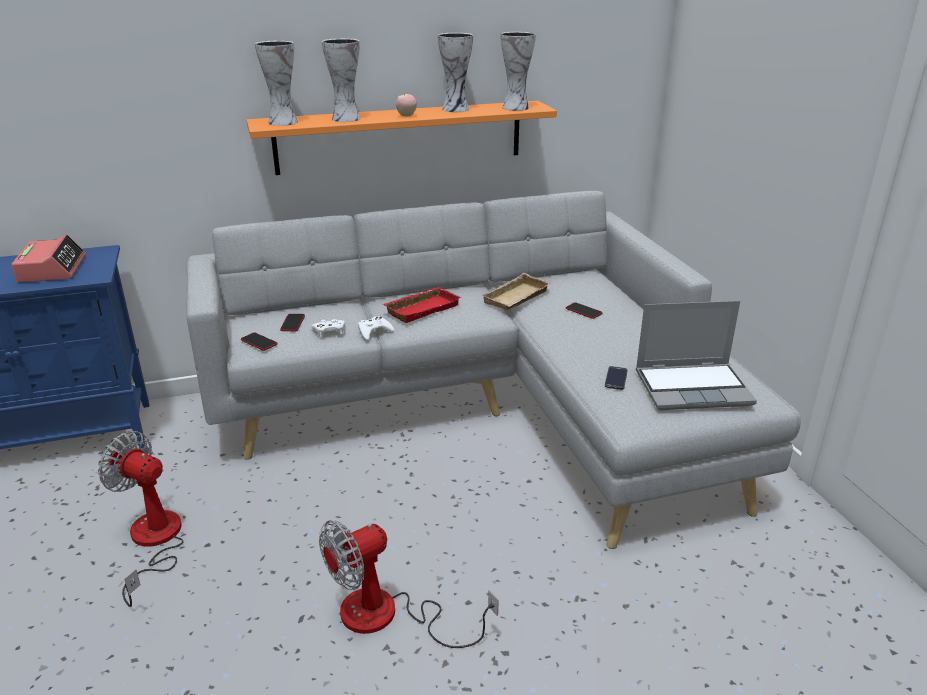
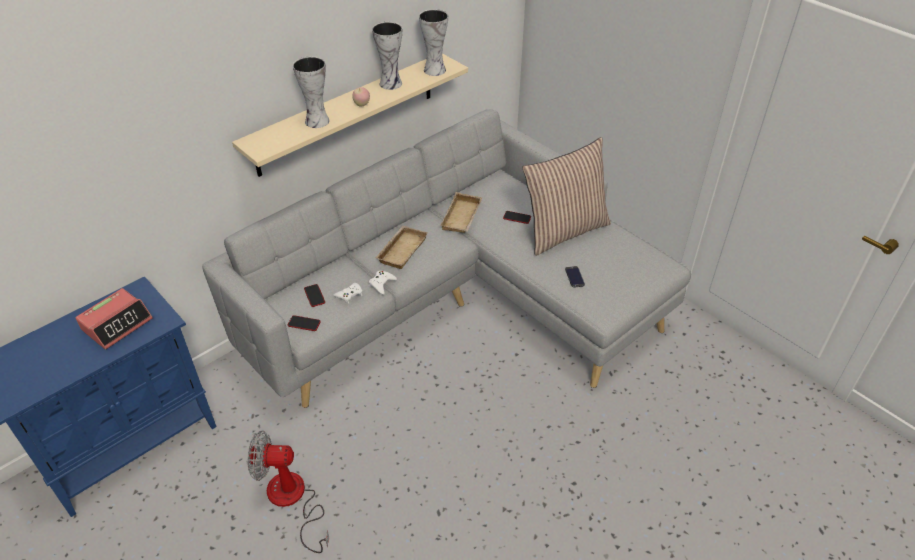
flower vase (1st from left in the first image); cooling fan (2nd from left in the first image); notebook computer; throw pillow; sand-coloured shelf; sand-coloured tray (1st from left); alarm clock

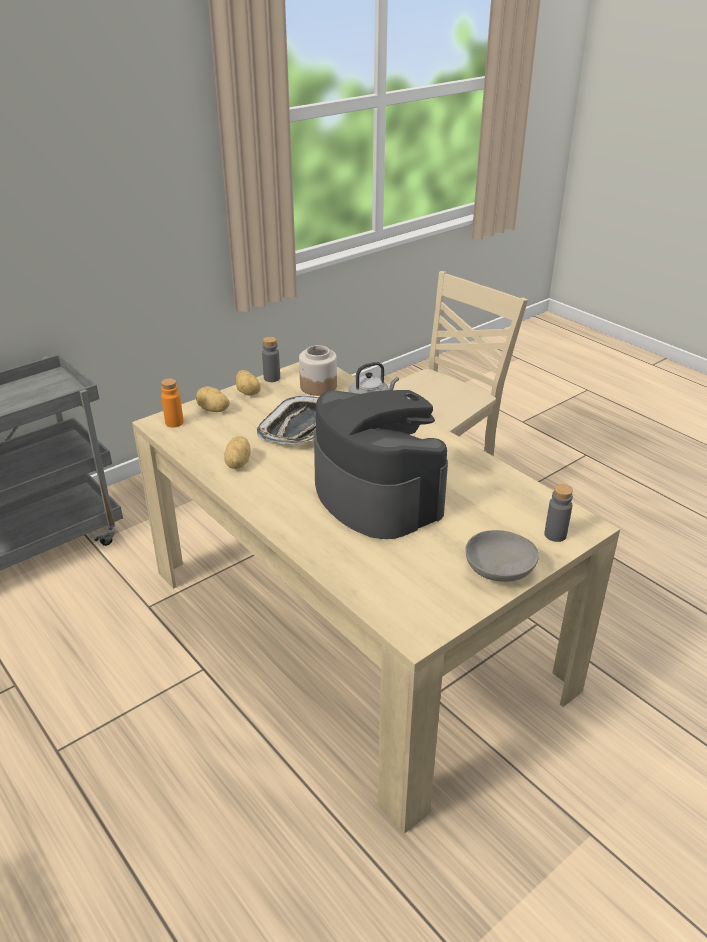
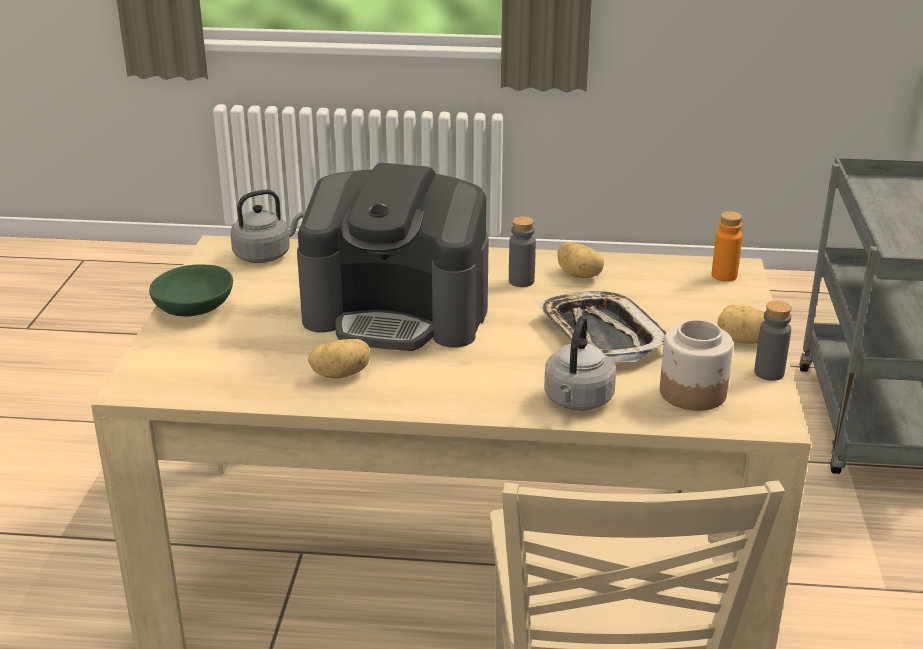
grey tea kettle (1st from left); spud (1st from left); grey bottle (1st from left); green-coloured serving bowl

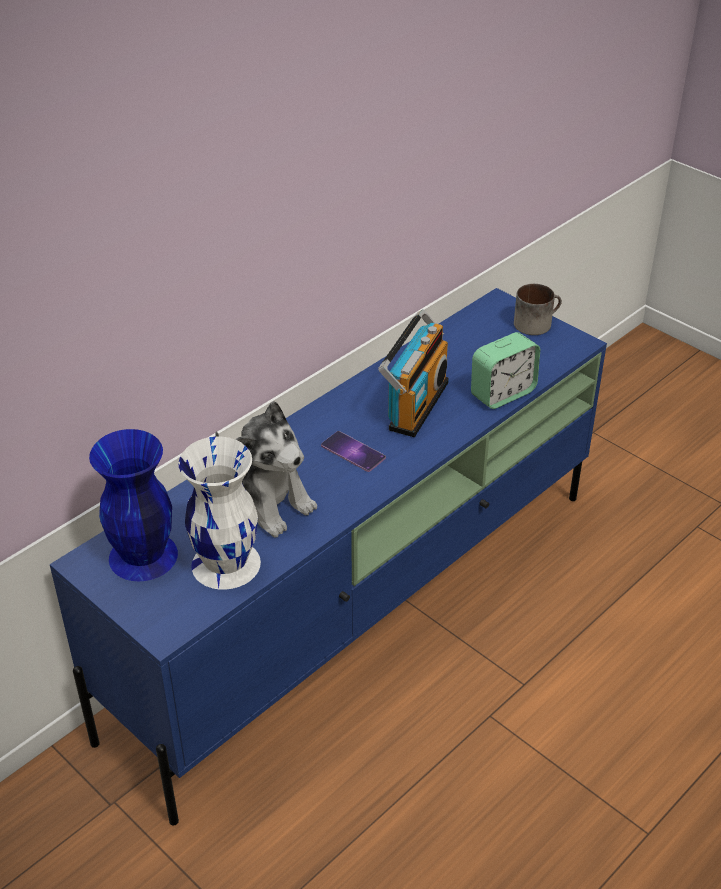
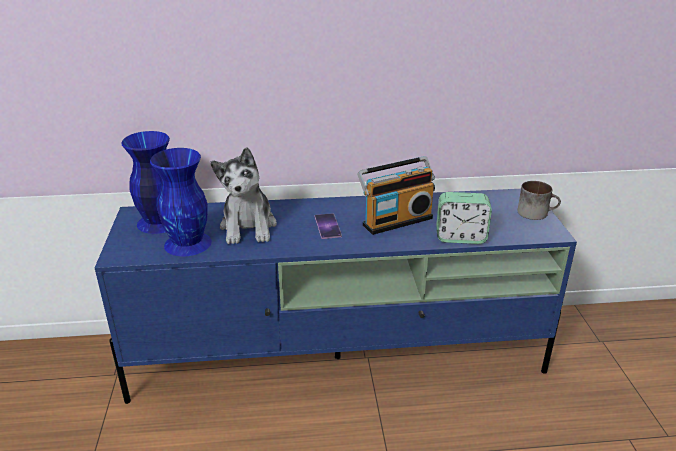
bluish flower vase (2nd from left)

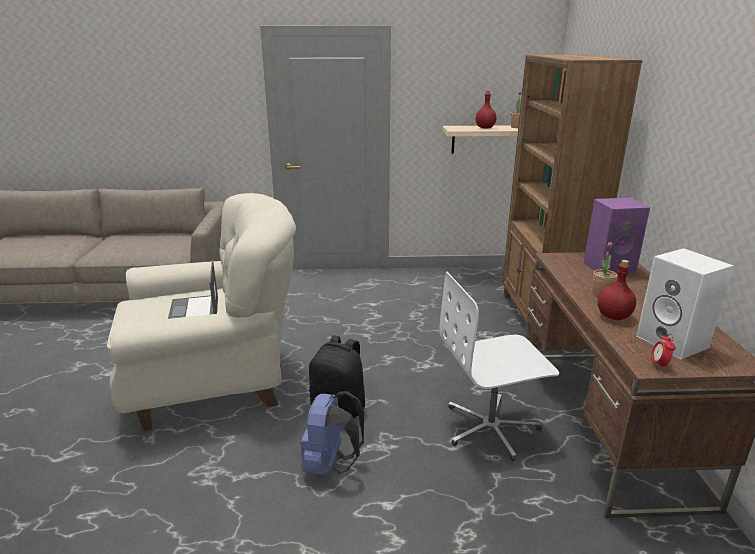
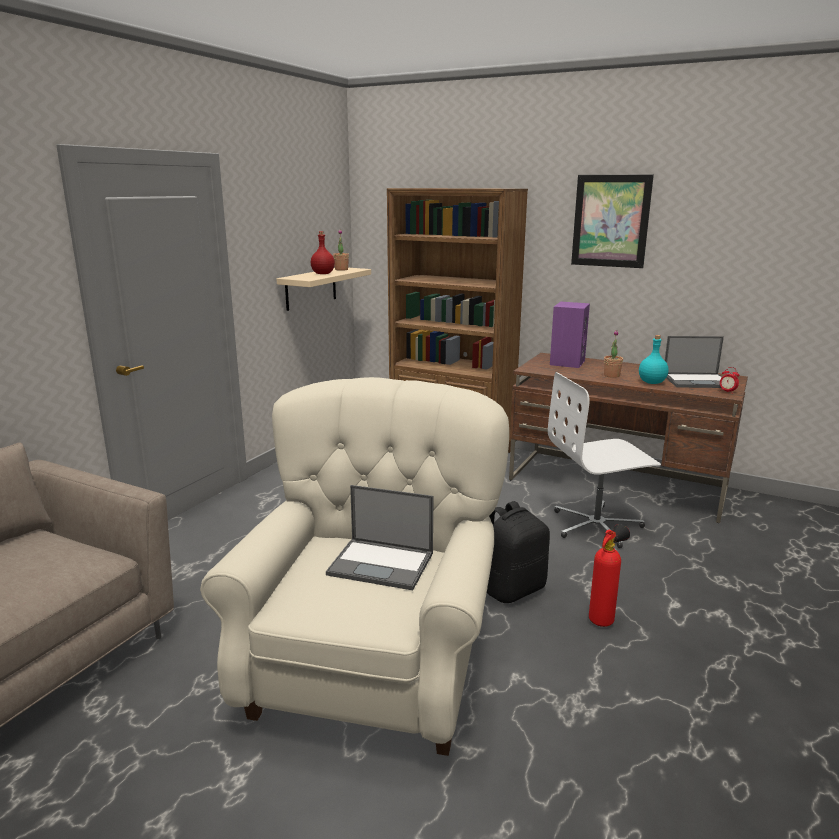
picture; extinguisher; notebook computer (2nd from left); blue-green bottle; white office chair

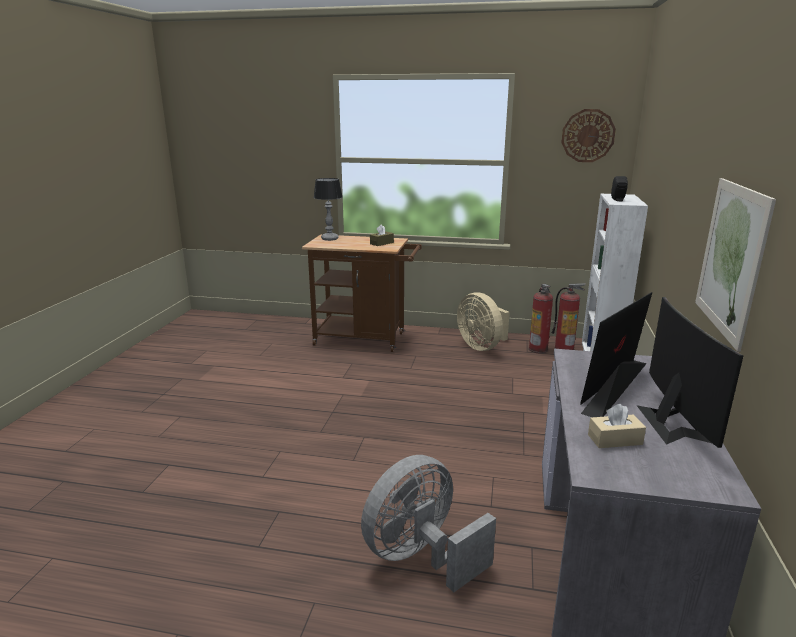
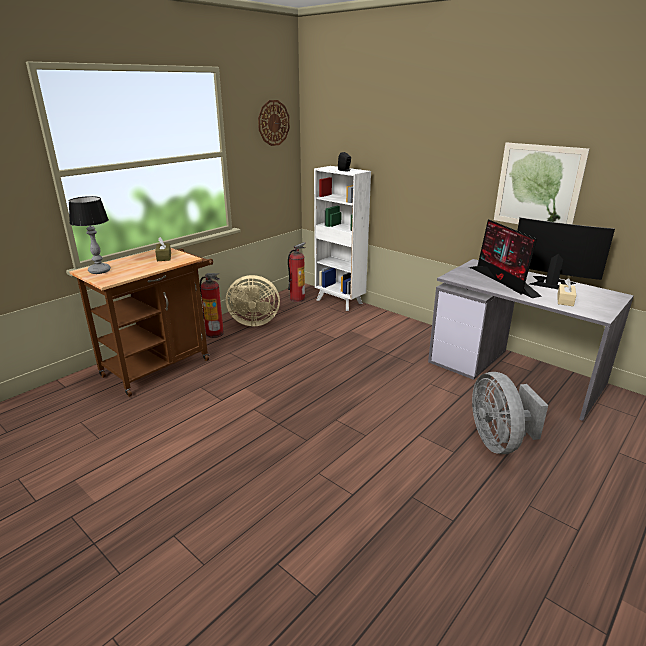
extinguisher (1st from left)

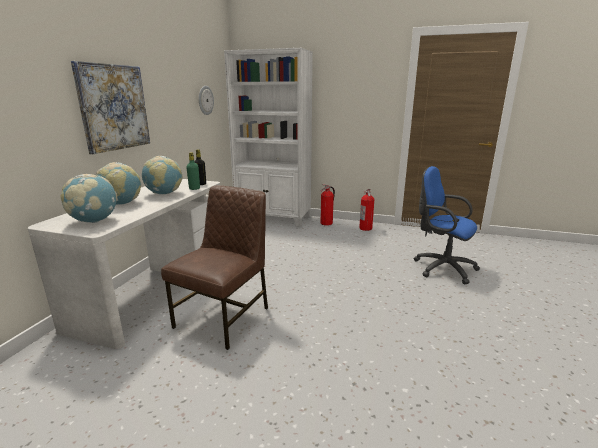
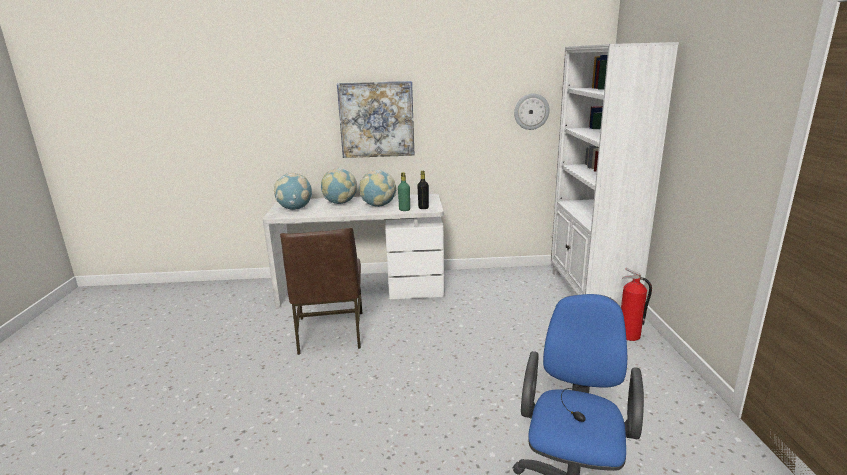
extinguisher (2nd from left in the first image); brown chair

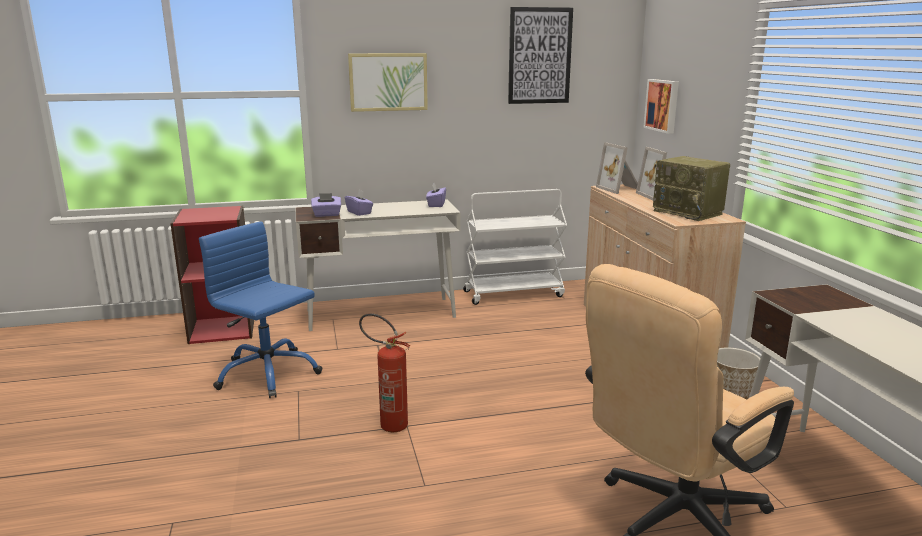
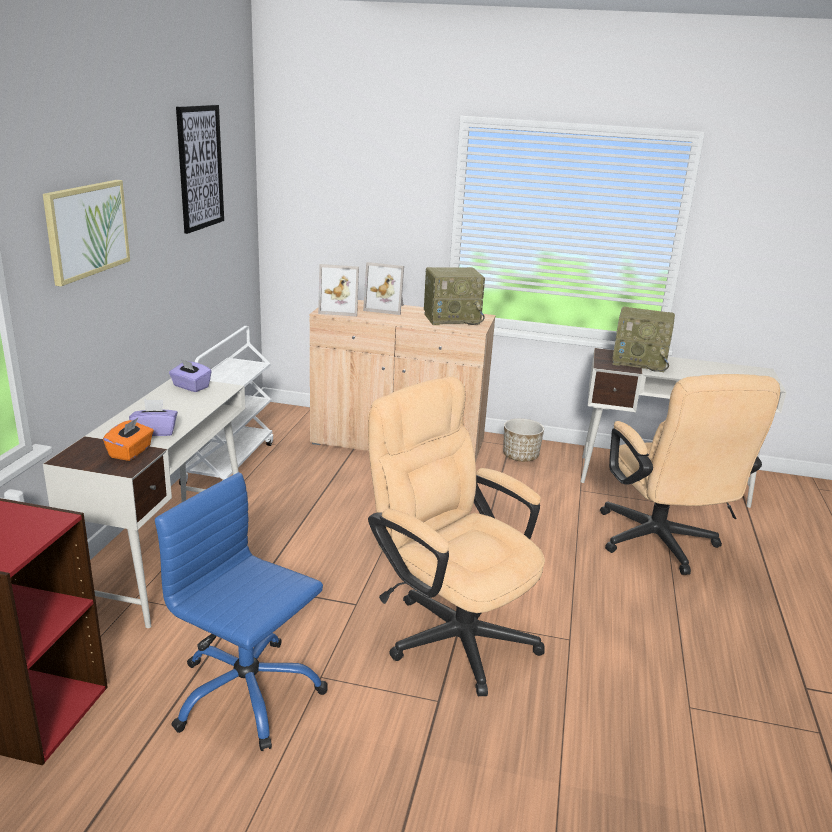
picture (3rd from left in the first image); radio set (2nd from left); sand-coloured office chair (1st from left); orangey tissue holder; bluish office chair

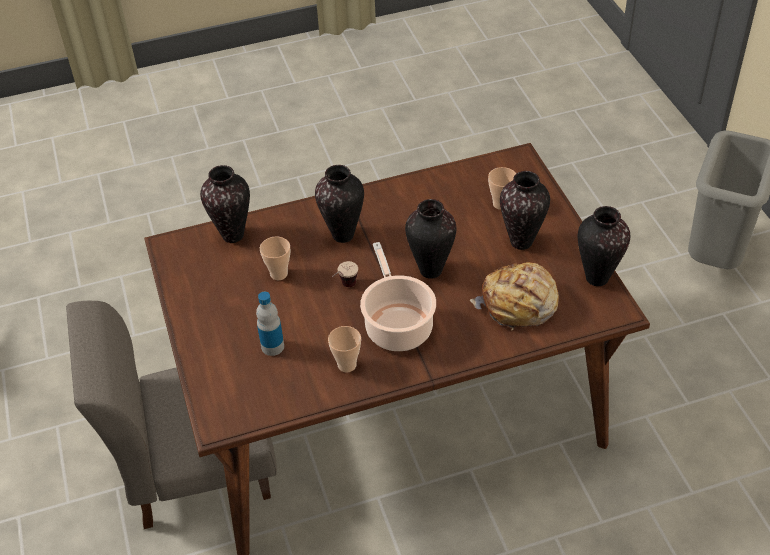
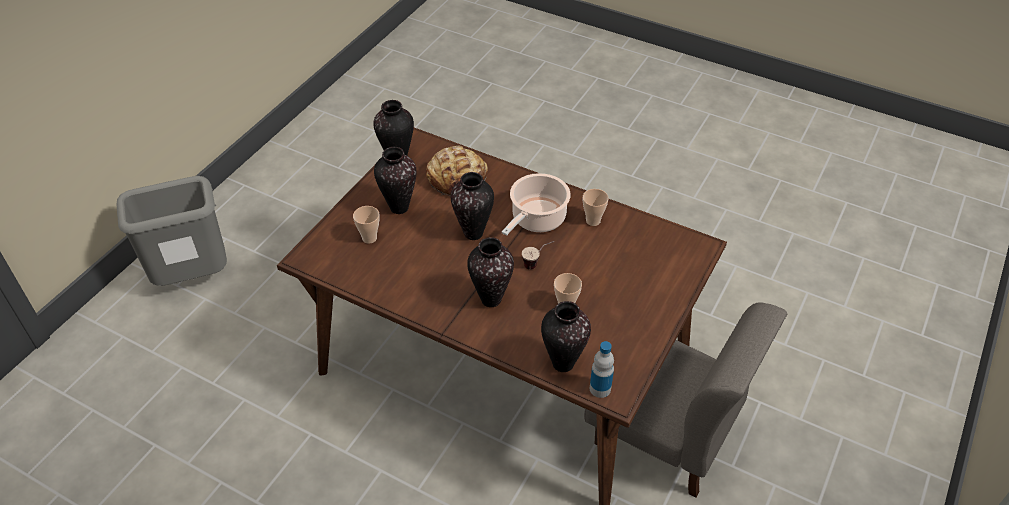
bottle

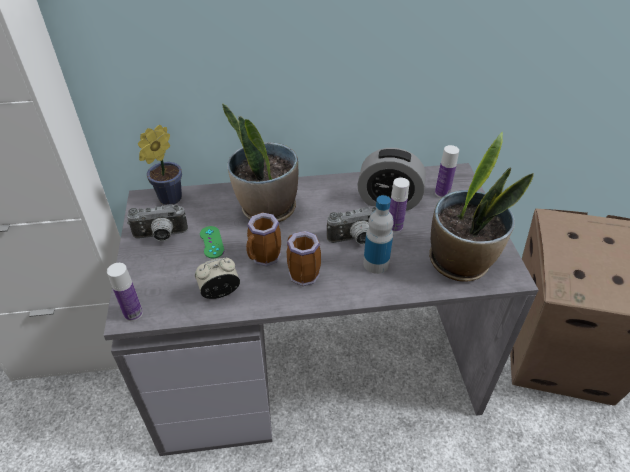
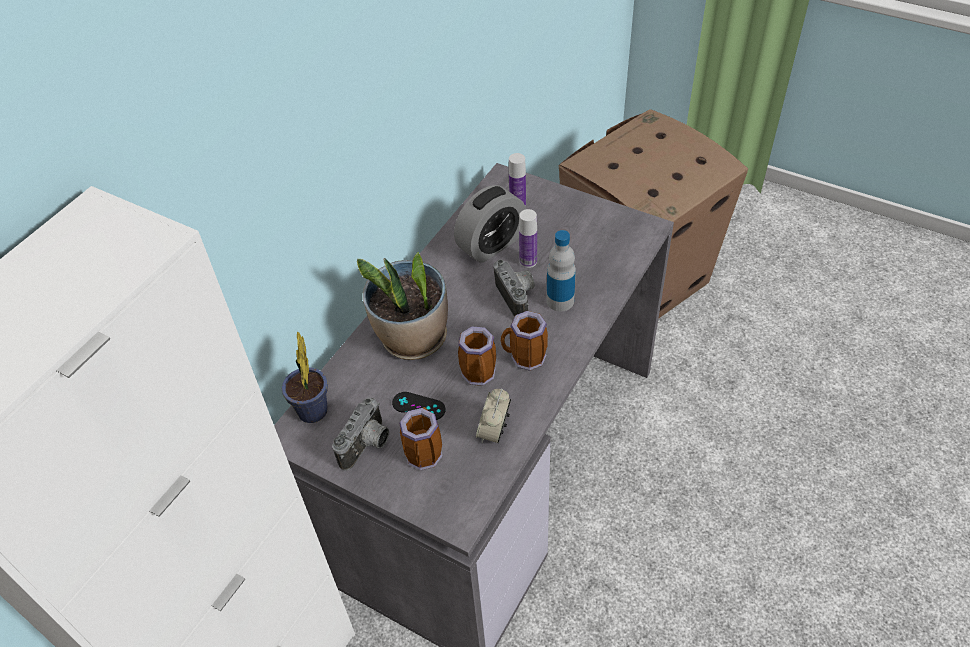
bottle (1st from left in the first image); houseplant (3rd from left in the first image); coffee mug (1st from left); blackish game controller; photo camera (2nd from left)

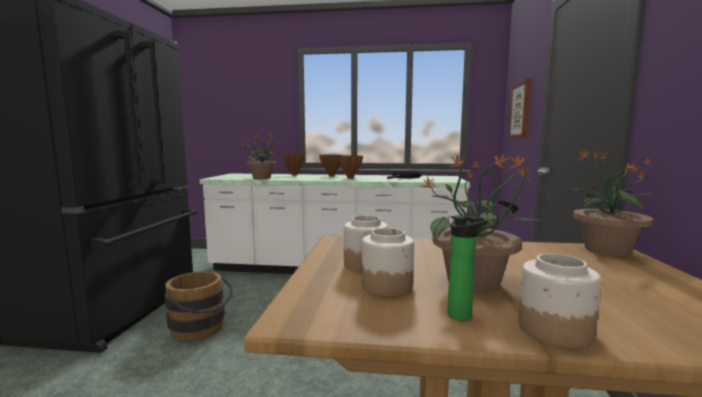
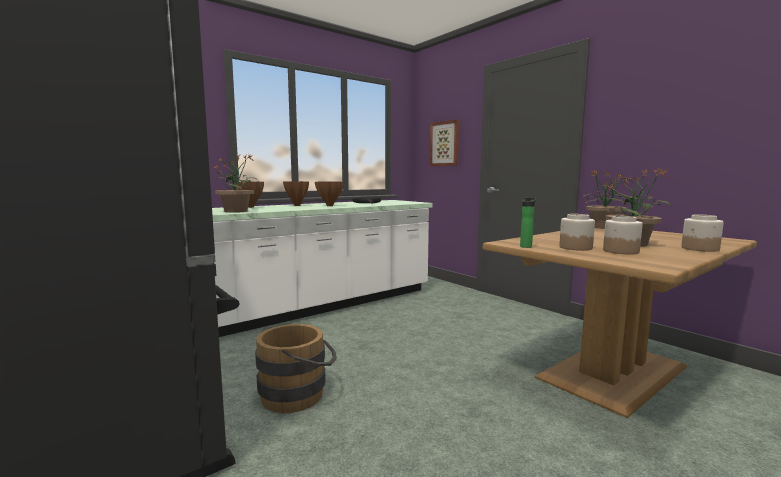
bottle

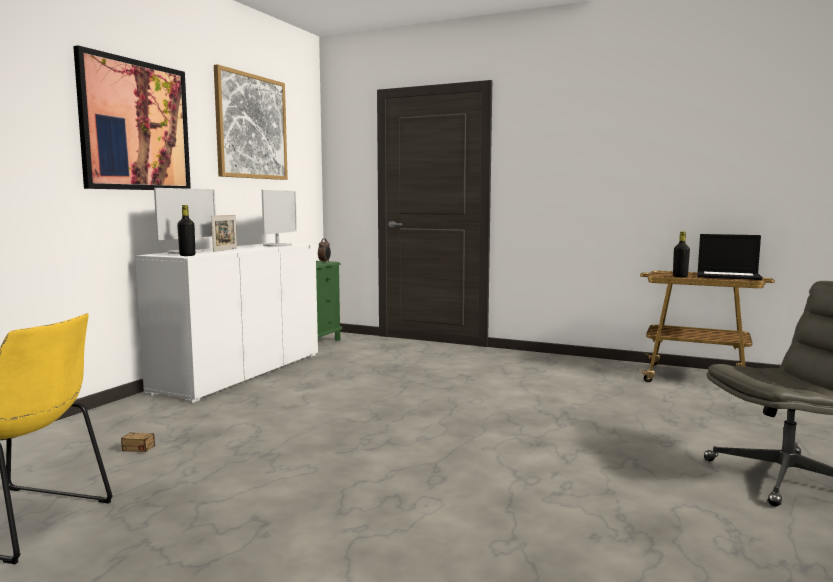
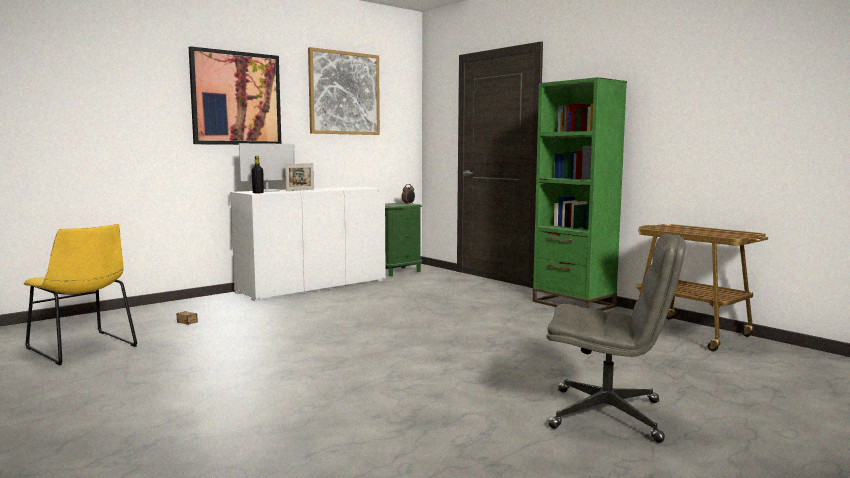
monitor (2nd from left in the first image); blackish bottle (2nd from left in the first image); notebook computer; green-coloured bookshelf

